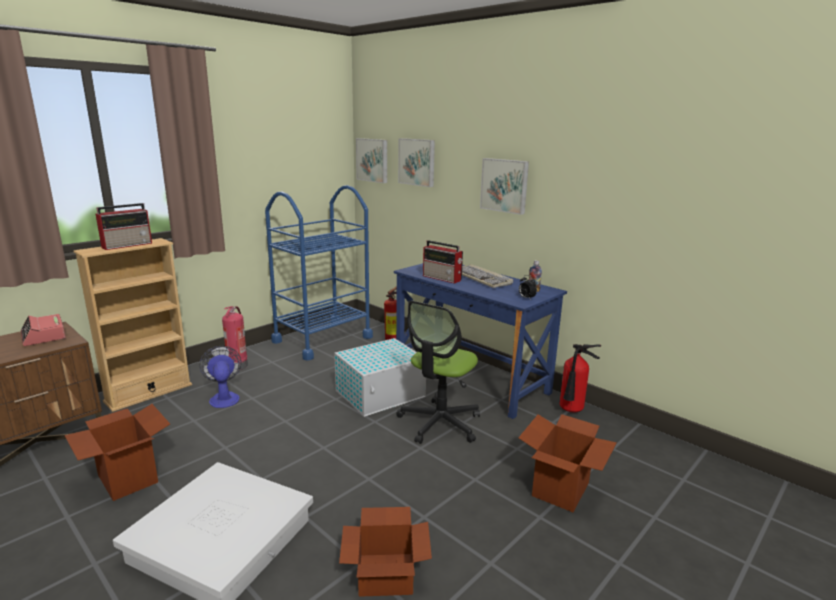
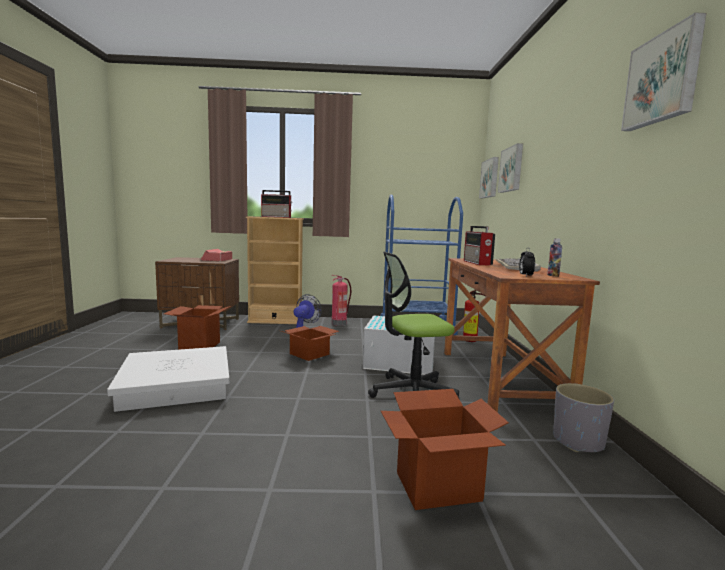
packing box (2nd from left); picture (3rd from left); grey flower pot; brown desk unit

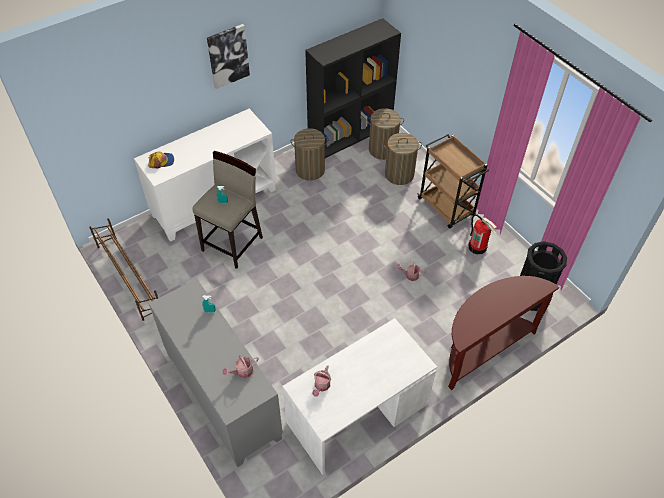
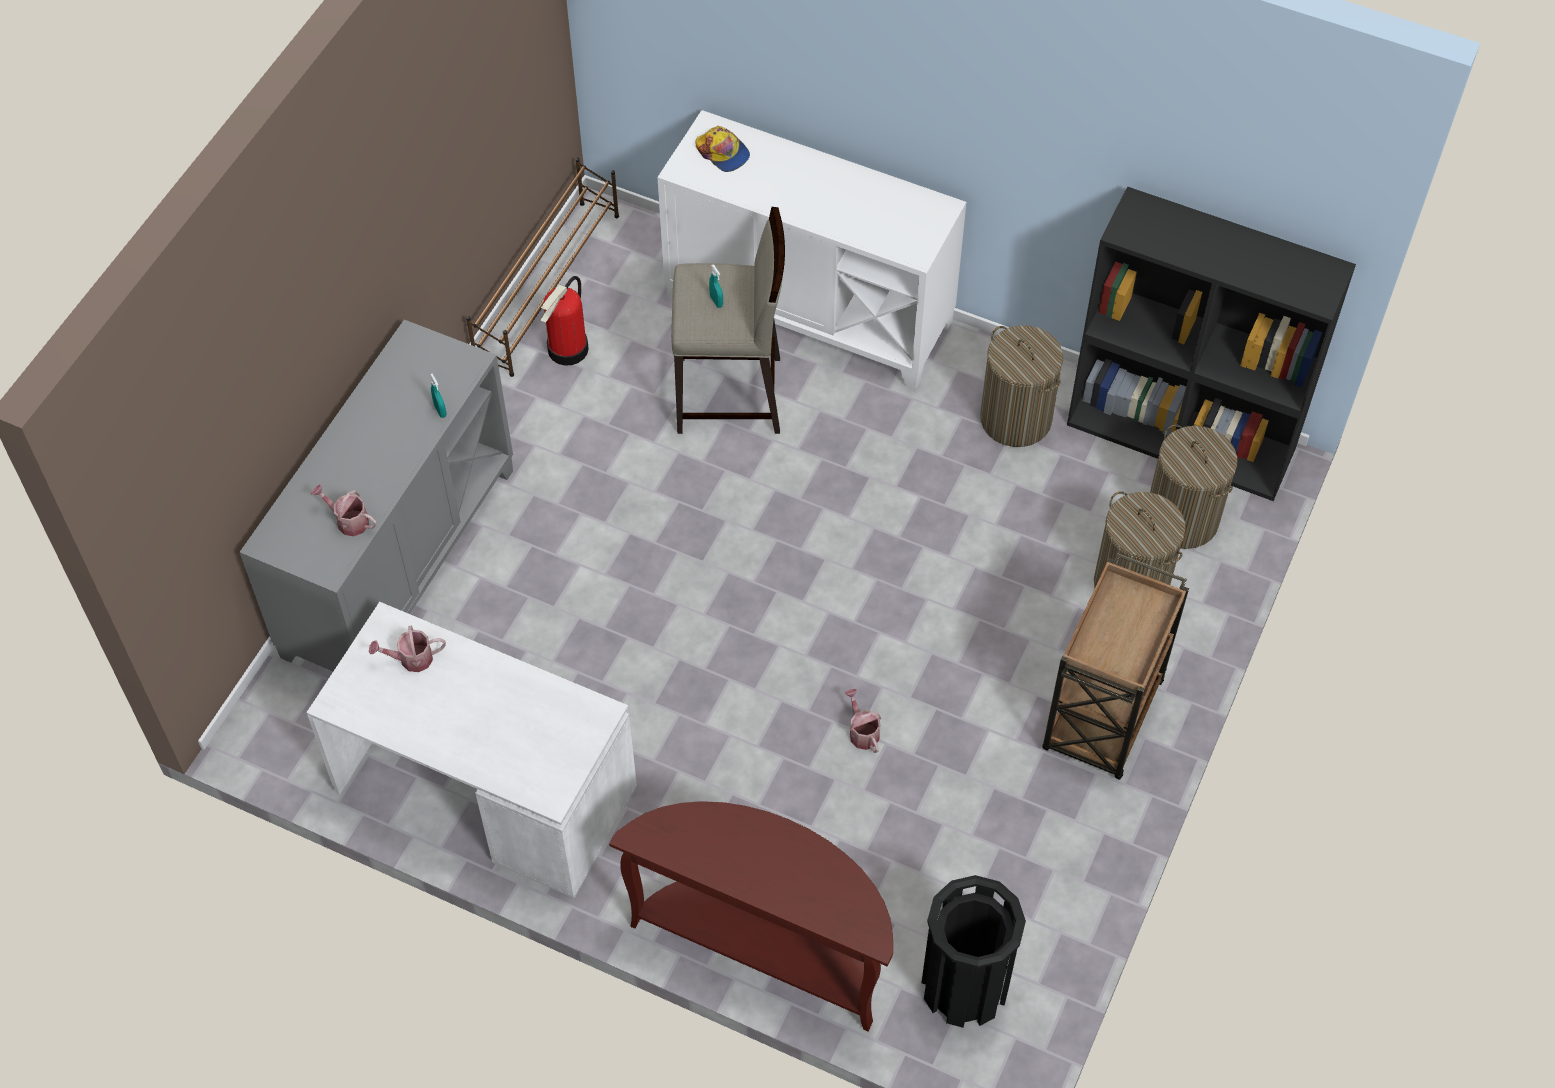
picture; extinguisher

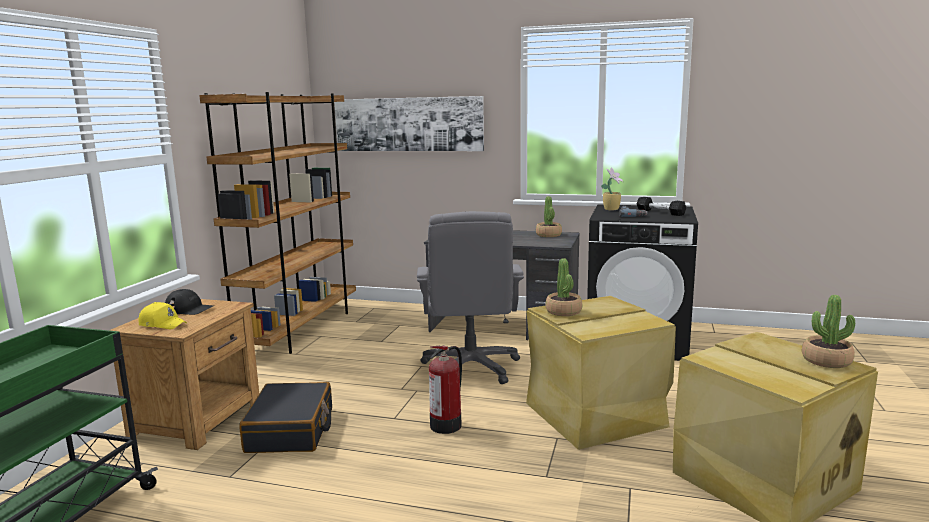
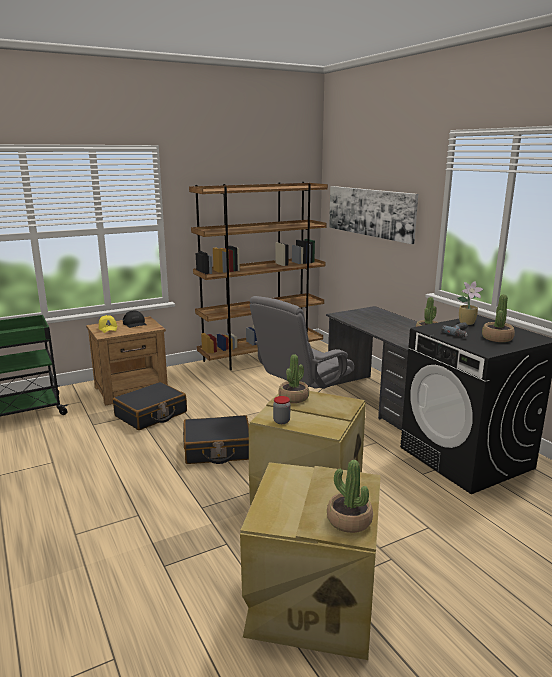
preserve jar; blackish travel case (2nd from left); houseplant (5th from left)

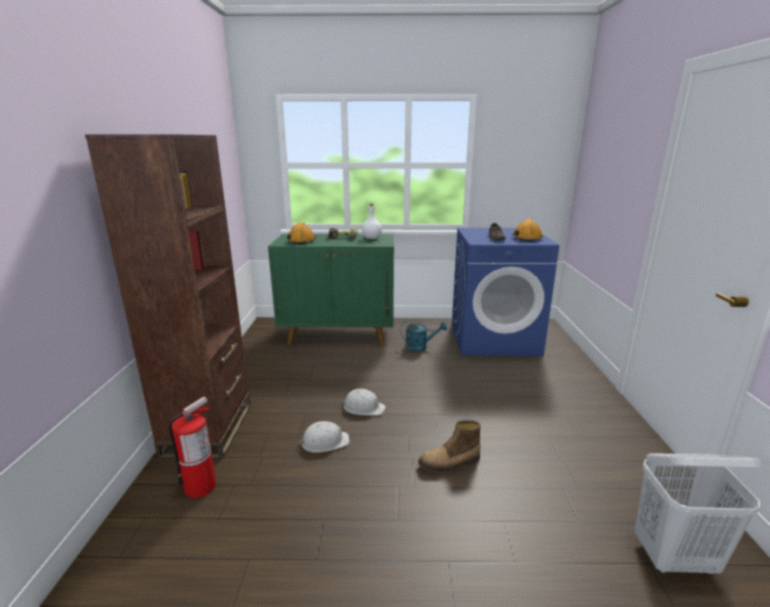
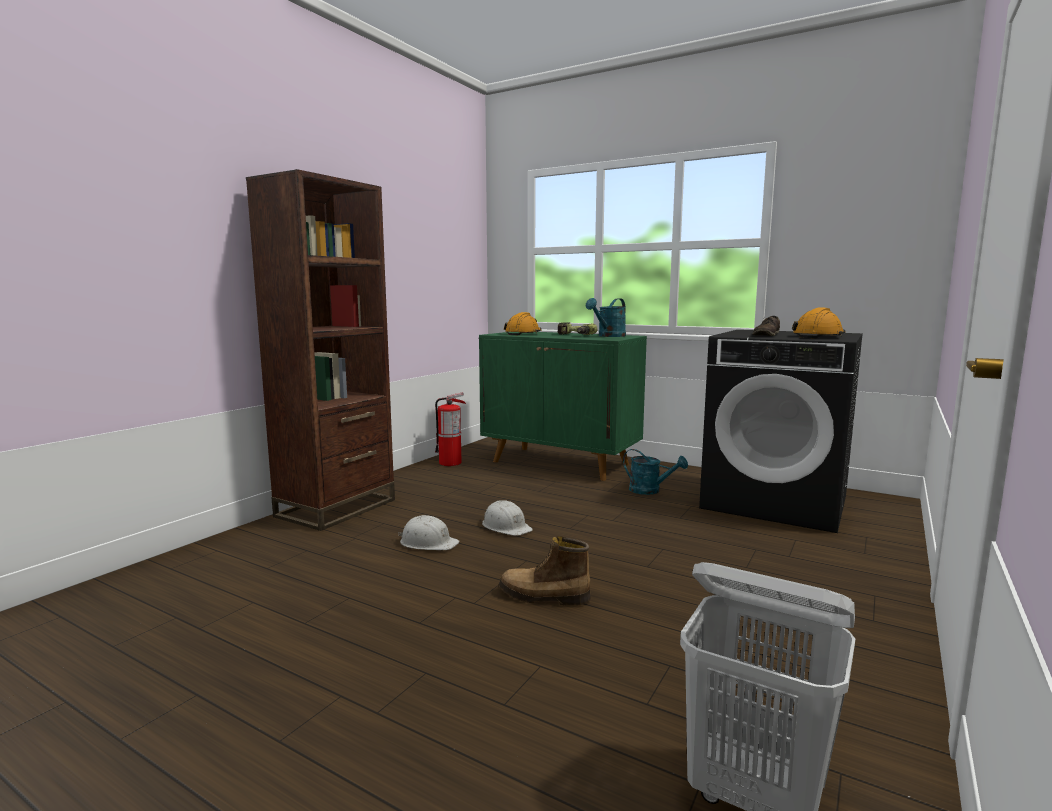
extinguisher; blue-green watering pot (1st from left); blackish washing machine

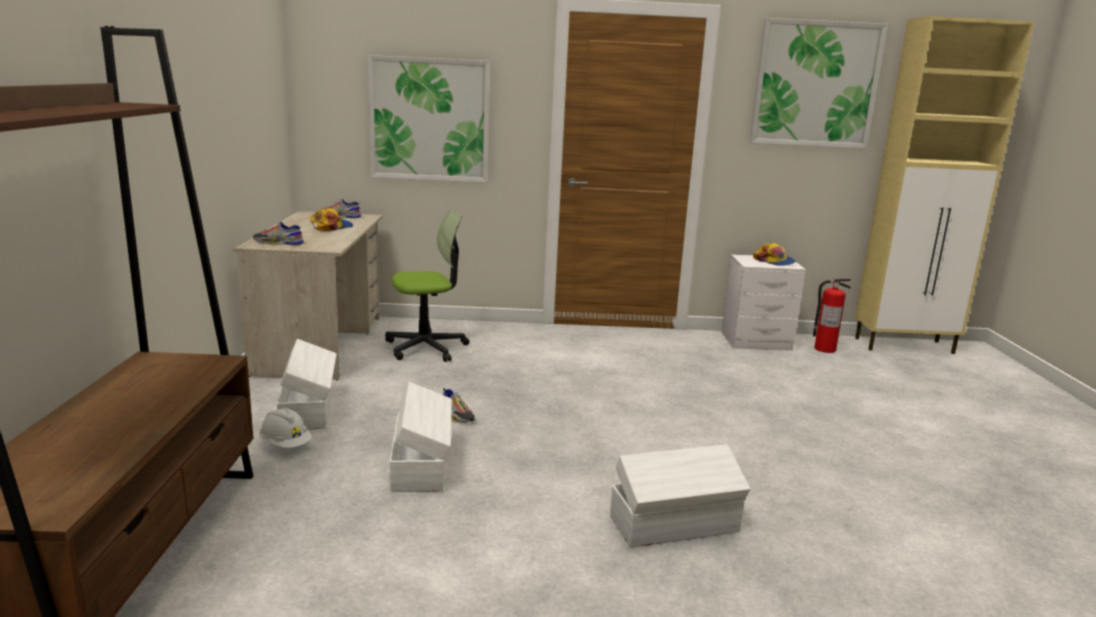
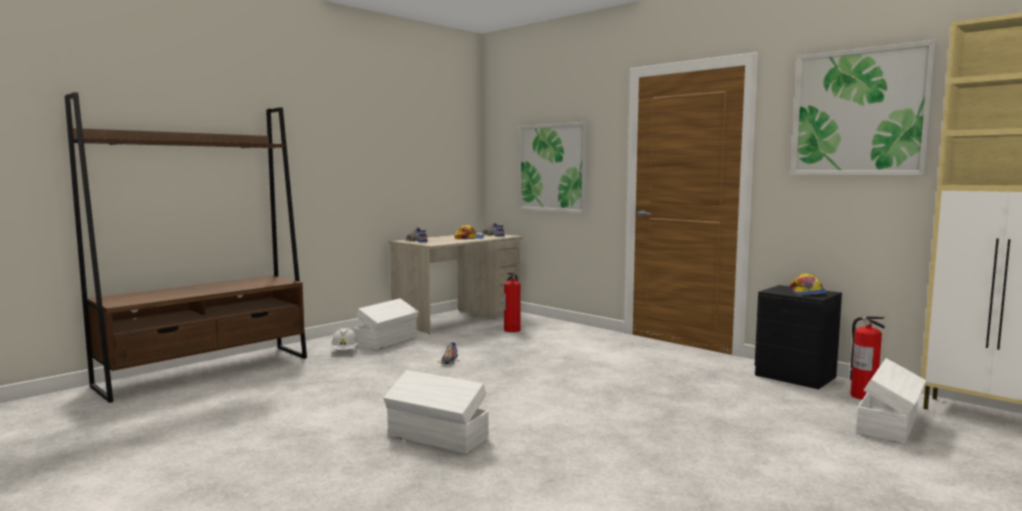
white storage container (3rd from left); extinguisher (1st from left); blackish nightstand

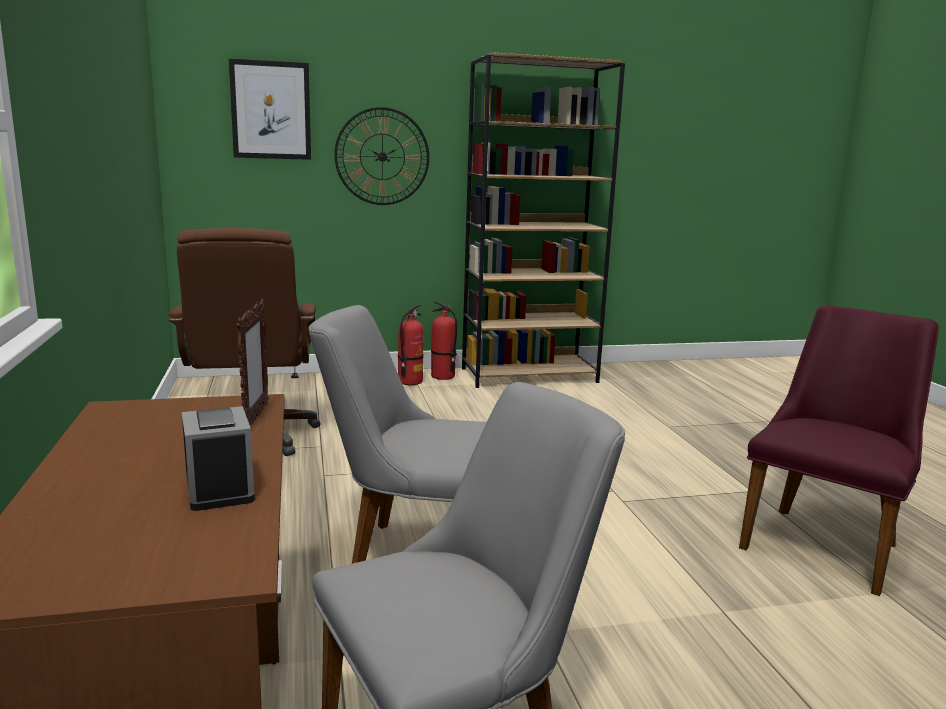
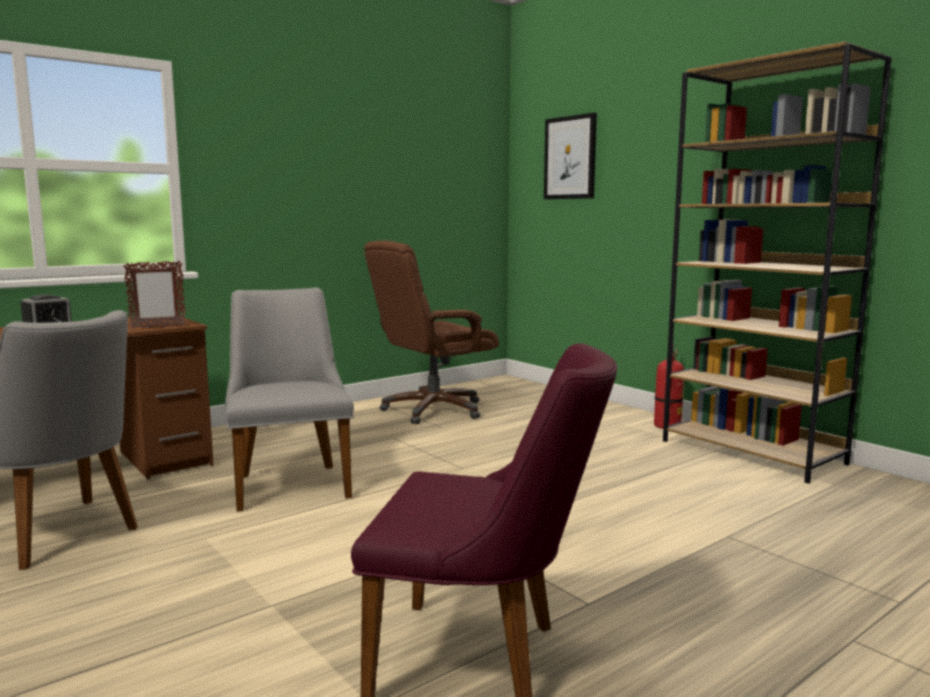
clock on the wall; extinguisher (1st from left in the first image)

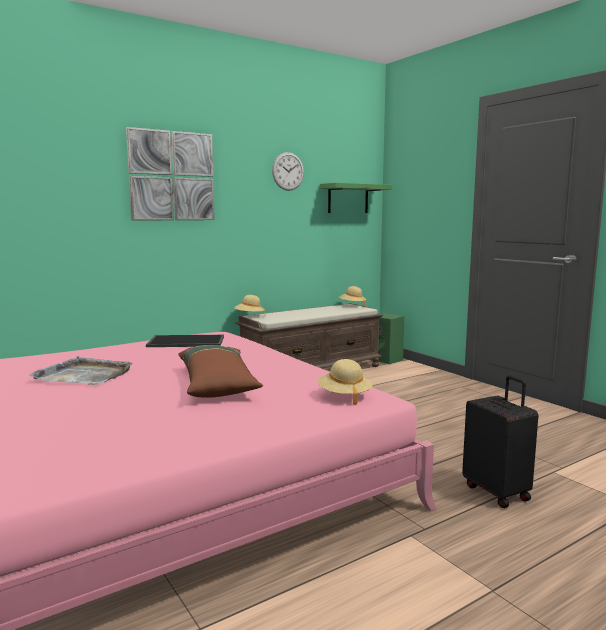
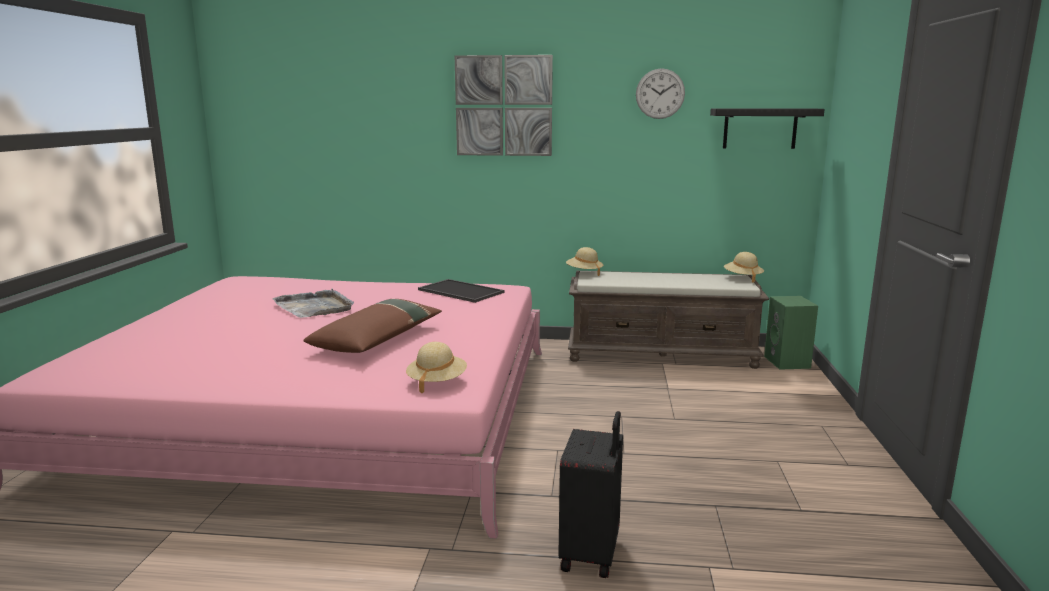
blackish shelf

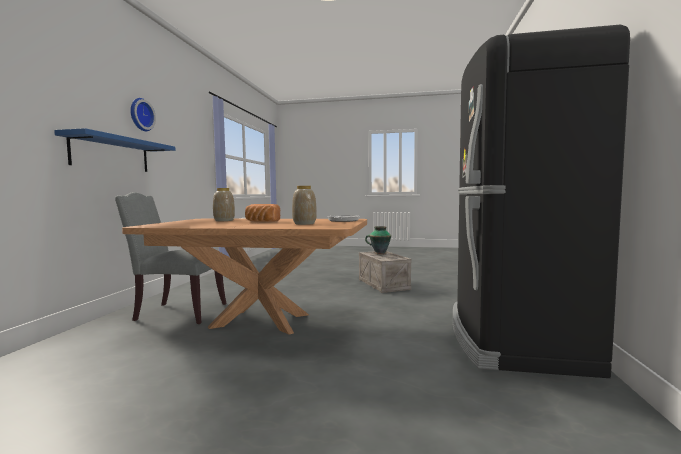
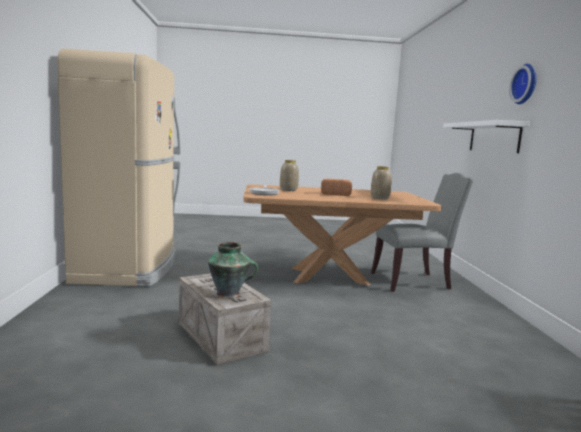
white shelf; sand-coloured kitchen fridge

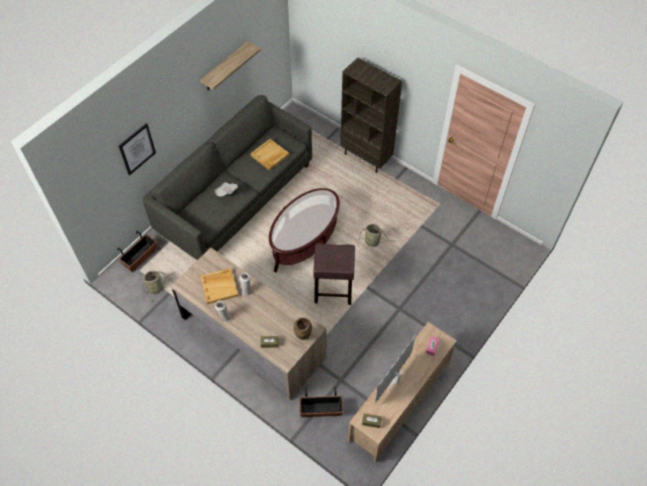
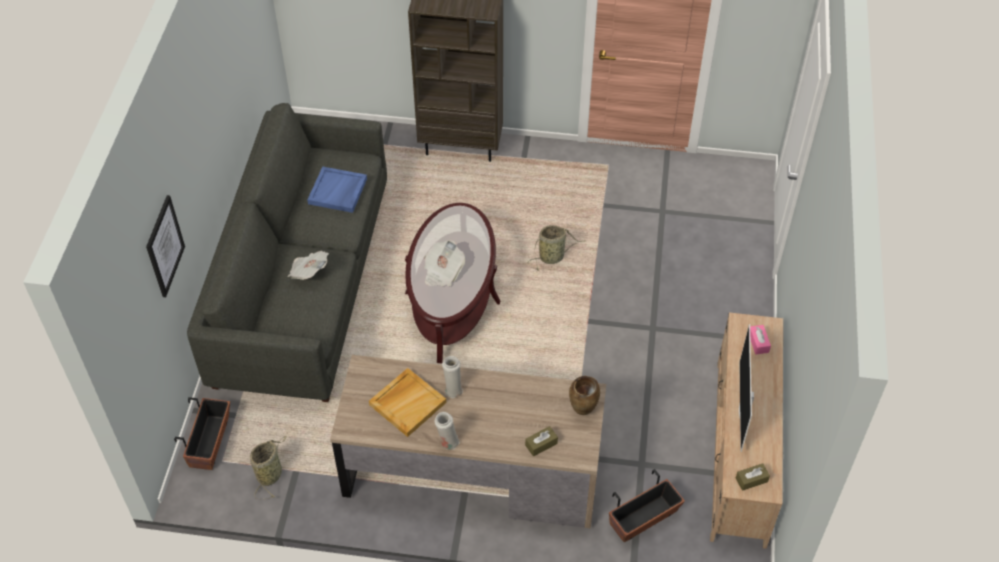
shelf; brown stool; newspaper (2nd from left); bluish tray

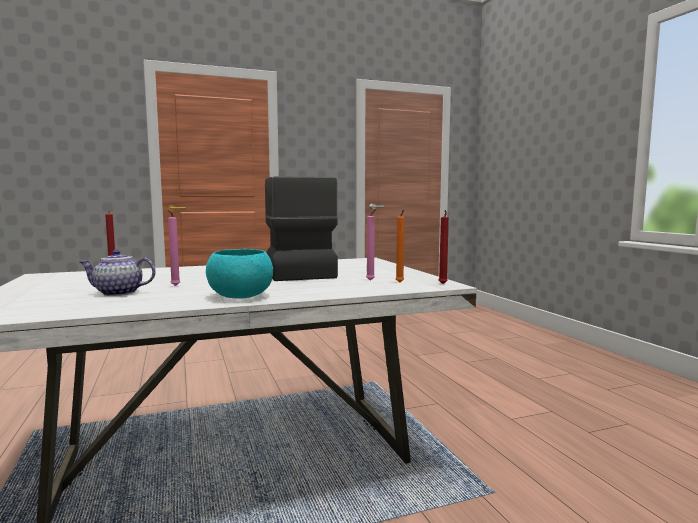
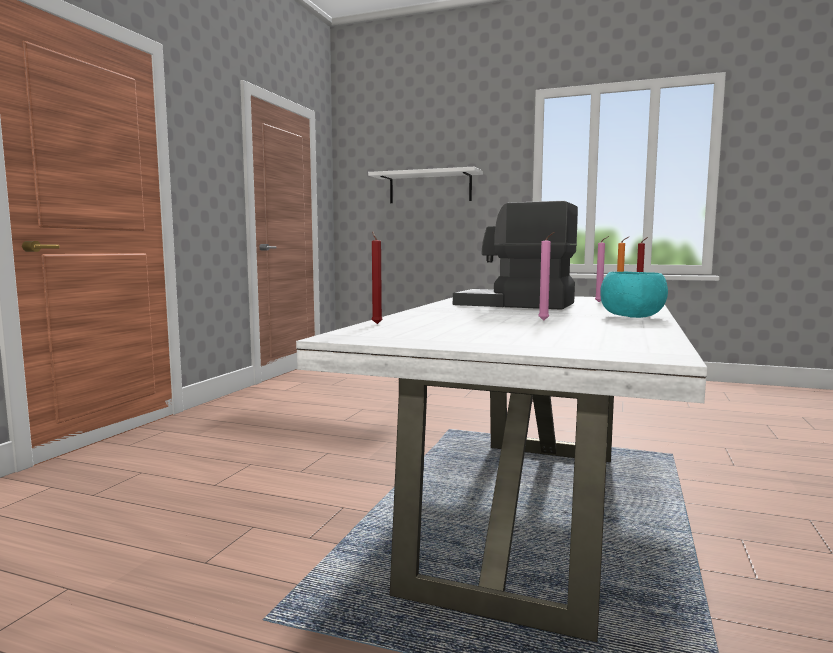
tea pot; white shelf

